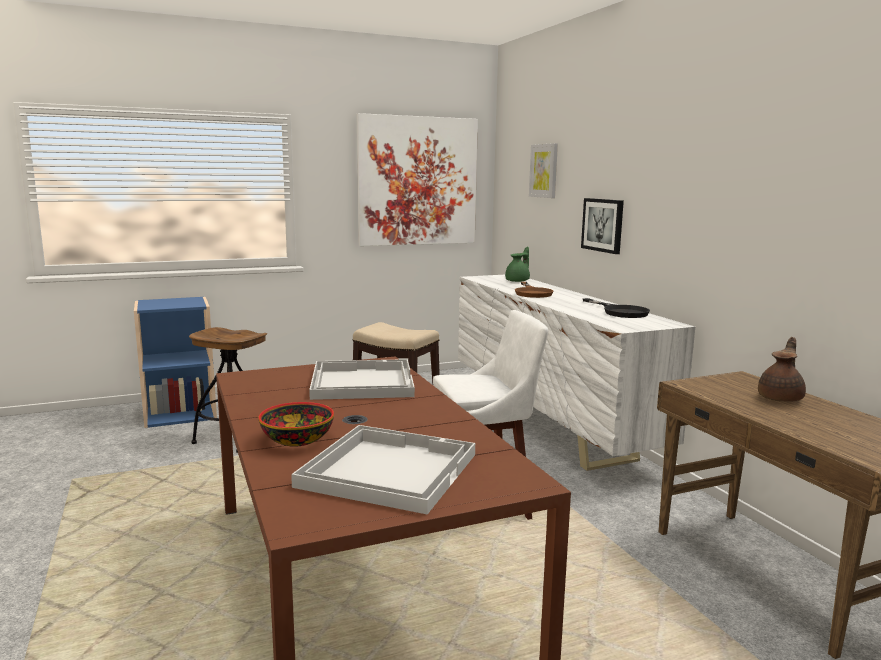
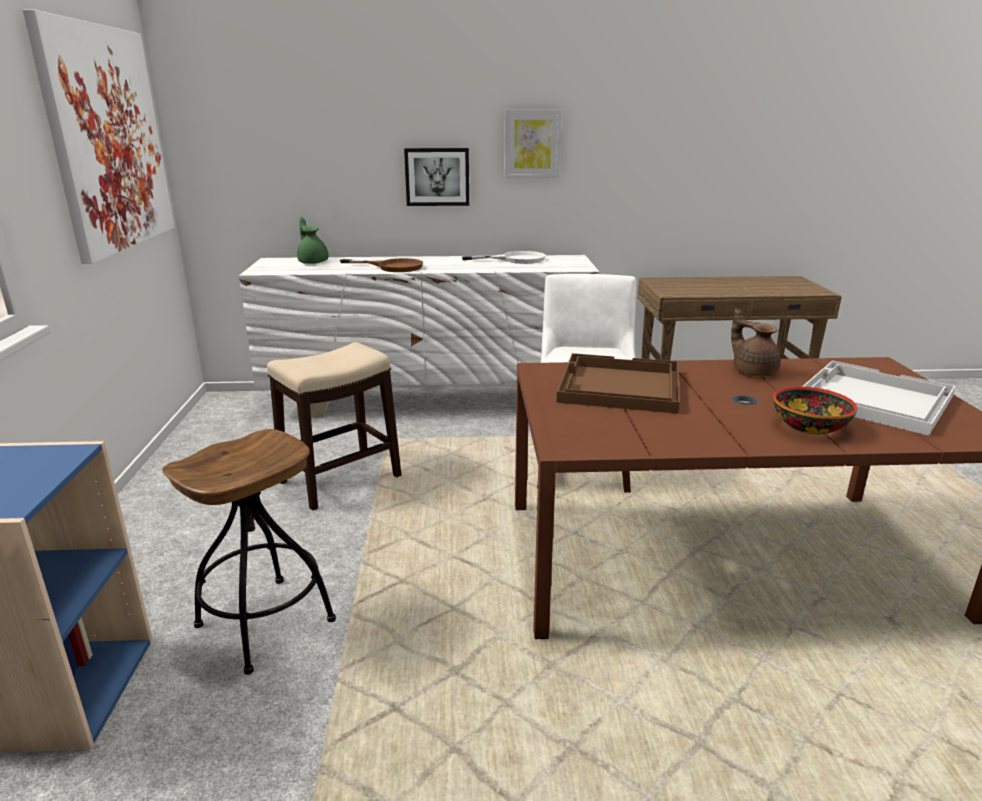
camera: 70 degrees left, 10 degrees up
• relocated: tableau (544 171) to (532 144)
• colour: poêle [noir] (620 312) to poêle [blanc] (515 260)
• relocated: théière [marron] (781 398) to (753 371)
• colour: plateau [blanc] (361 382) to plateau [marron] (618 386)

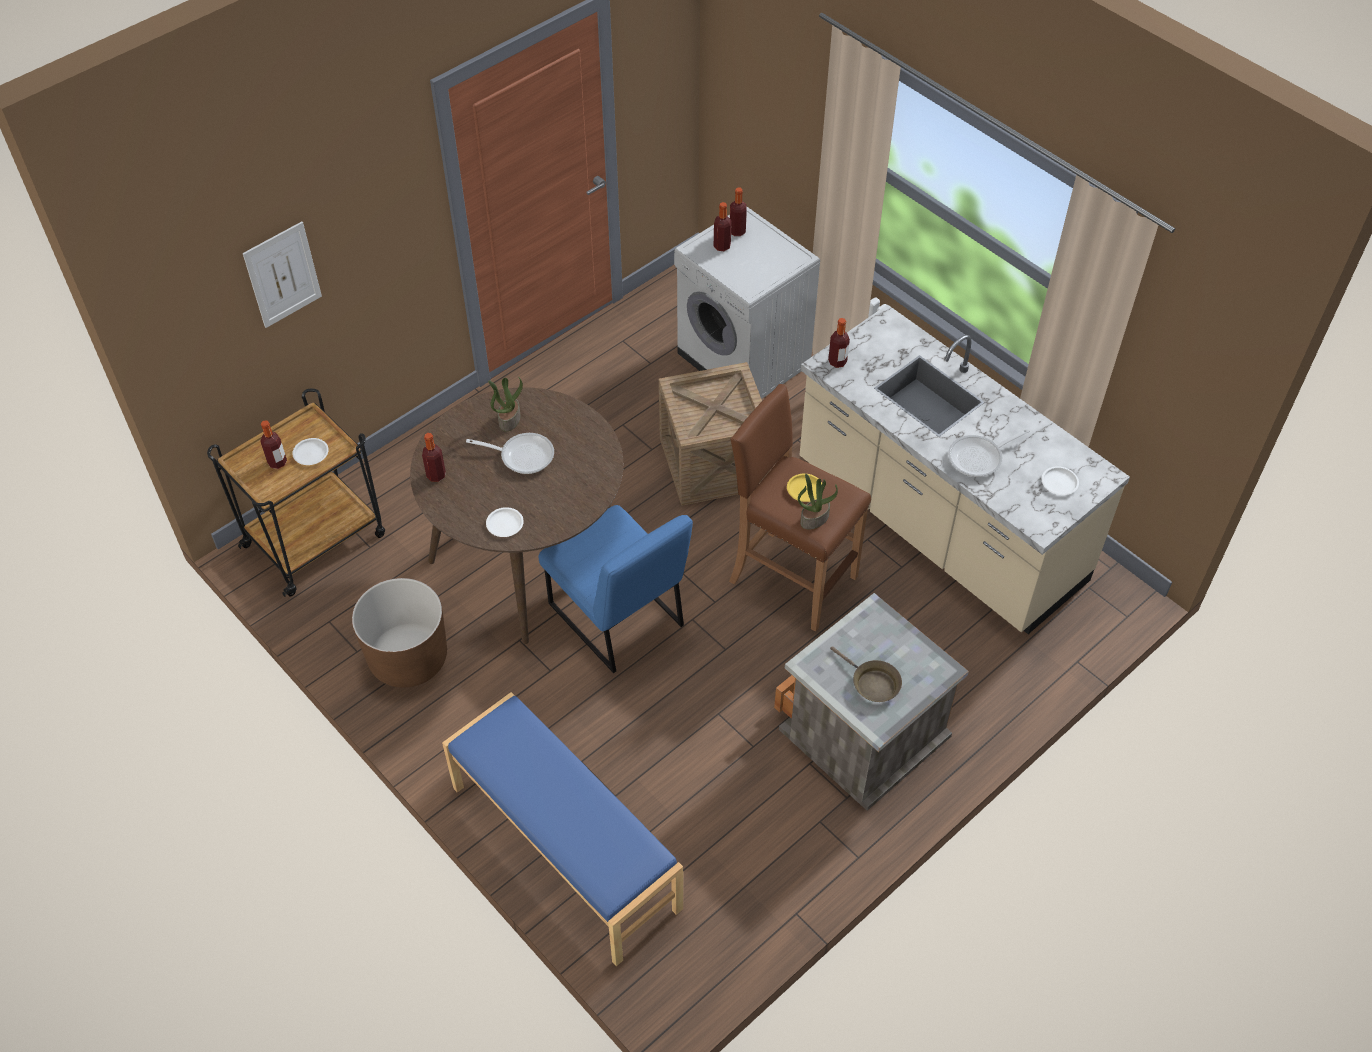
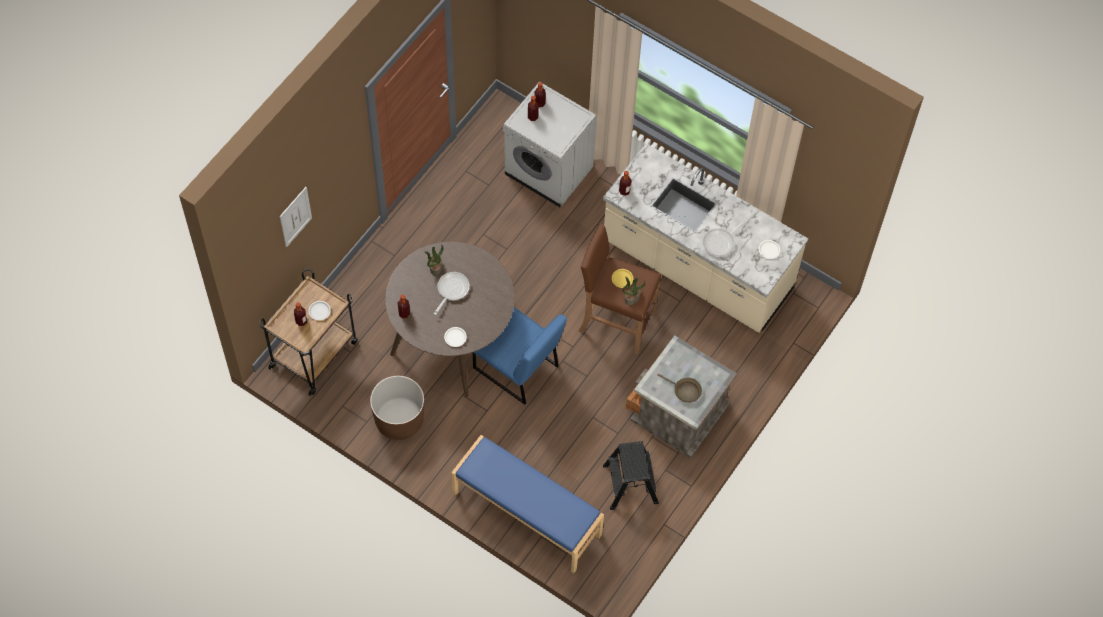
camera: 15 degrees left, 10 degrees up
• missing: caisse (713 463)
• spun: poêle (522 455) = (451 290) 60 degrees counterclockwise
• appeared: escabeau [noir] (630 484)

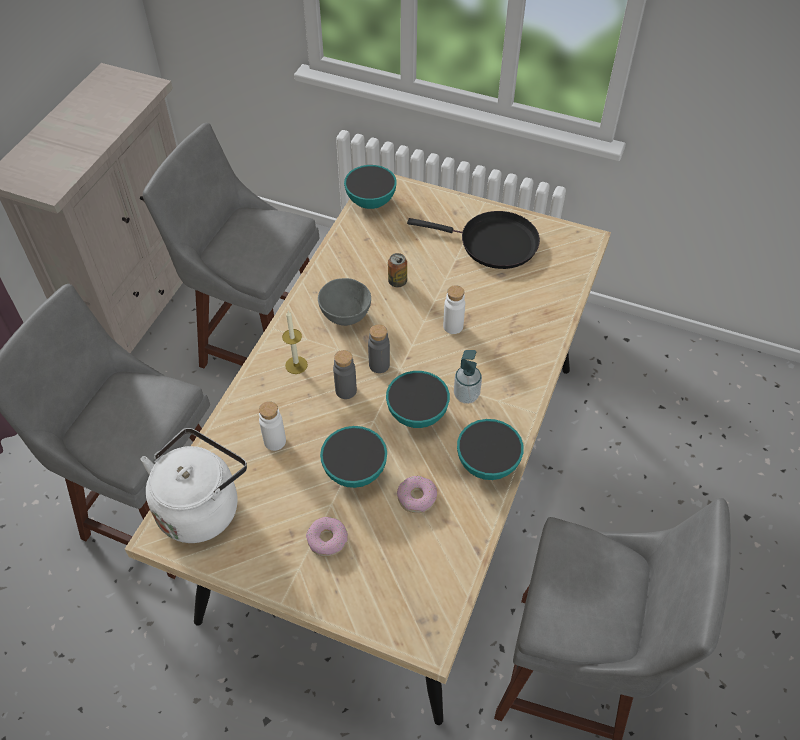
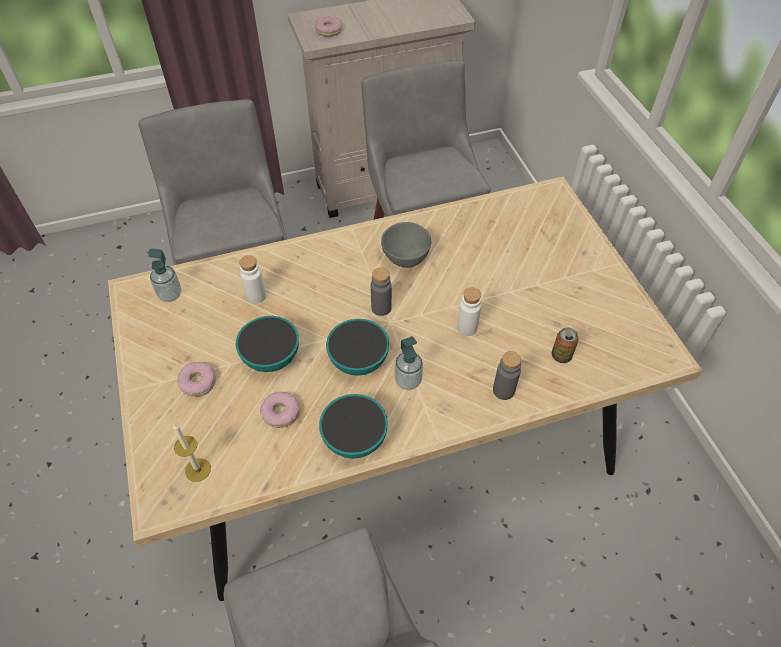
camera: 50 degrees right, 0 degrees up
• missing: bol (371 201)
• missing: poêle [noir] (493 243)
• relocated: boîte métallique (397 282) to (561 356)
• relocated: bougie (296 365) to (198 470)
• relocated: bouteille [gris] (346 390) to (503 390)
• exchanged: bouilloire [blanc] (201 506) to distributeur de savon (170 294)
• appeared: beignet (329 30)

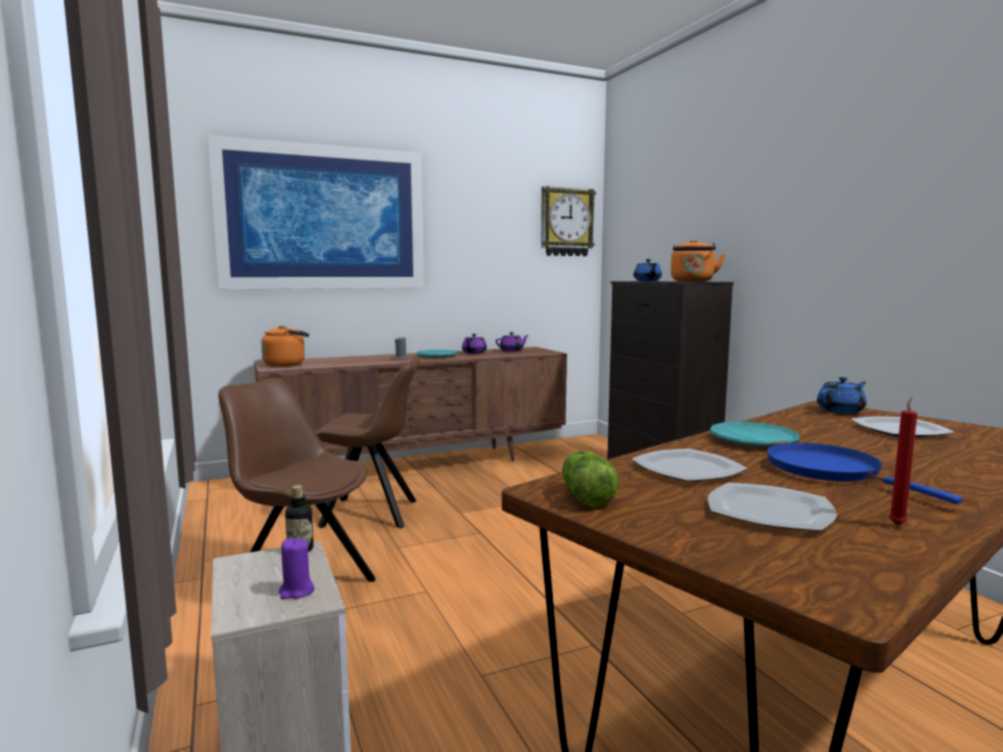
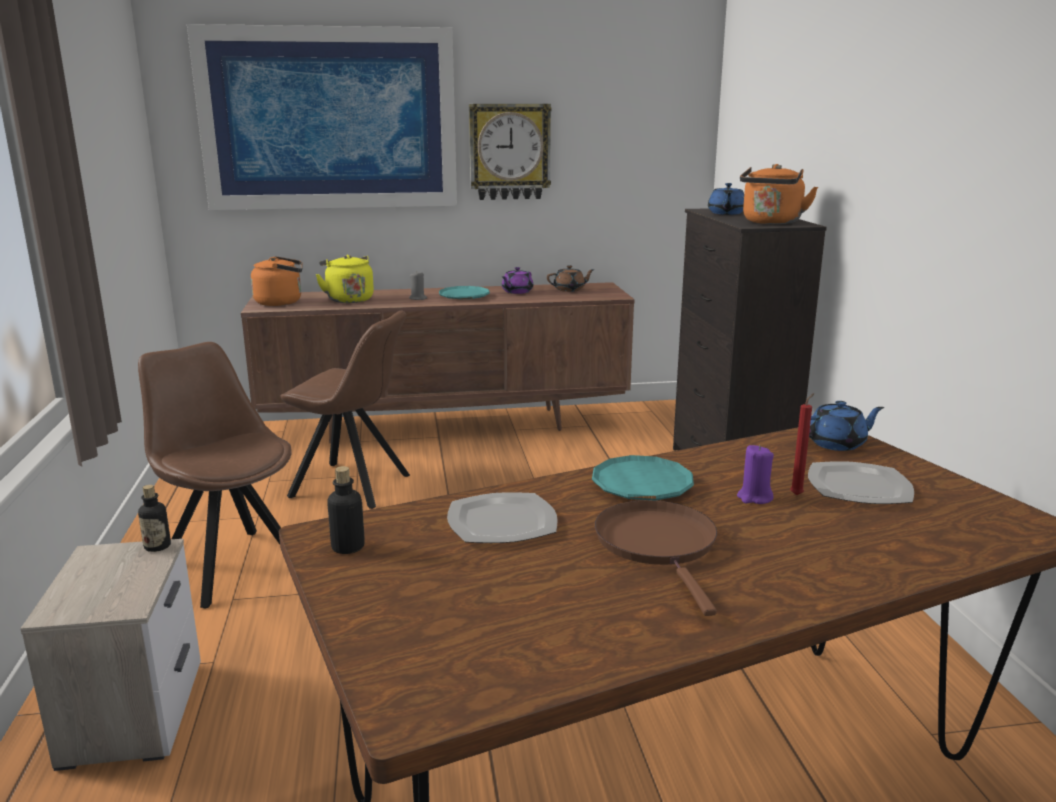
camera: 15 degrees right, 10 degrees up
• relocated: horloge murale (566 222) to (509 152)
• colour: théière [violet] (512 351) to théière [marron] (570 289)
• relocated: bougie [rouge] (897 524) to (797 494)
• colour: poêle [bleu] (829 471) to poêle [marron] (658 545)
• exchanged: laitue (585 496) to bouteille (348 547)
• missing: assiette (770 512)
• relocated: bougie [violet] (296 591) to (754 497)
• appeared: bouilloire [jaune] (348 299)

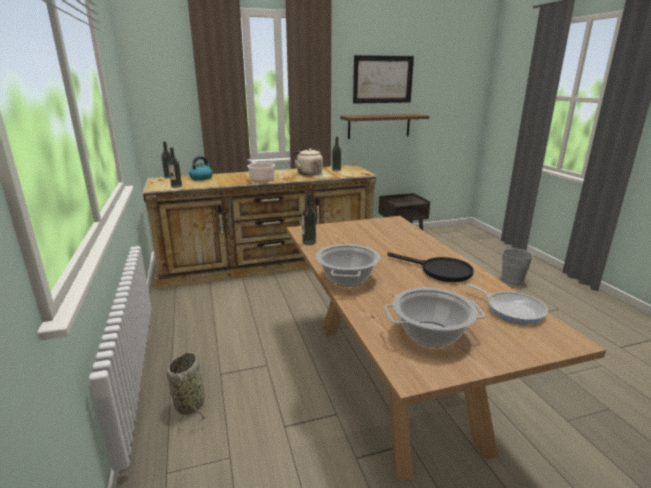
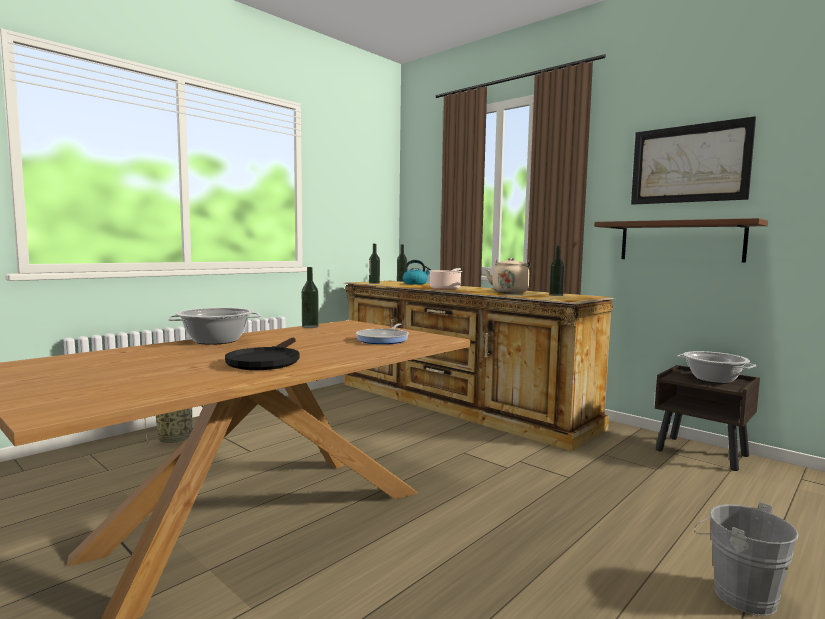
camera: 60 degrees right, 15 degrees down
• relocated: poêle (512 309) to (384 339)
• relocated: marmite (431 334) to (714 379)

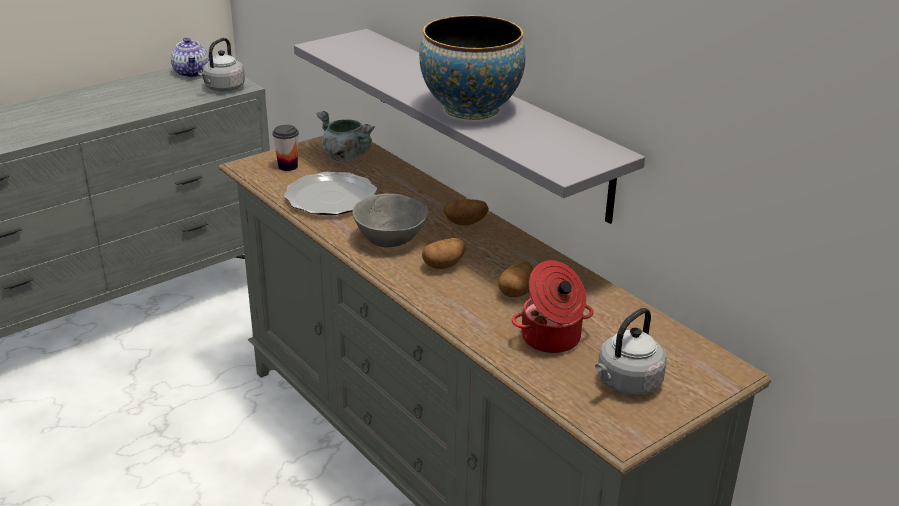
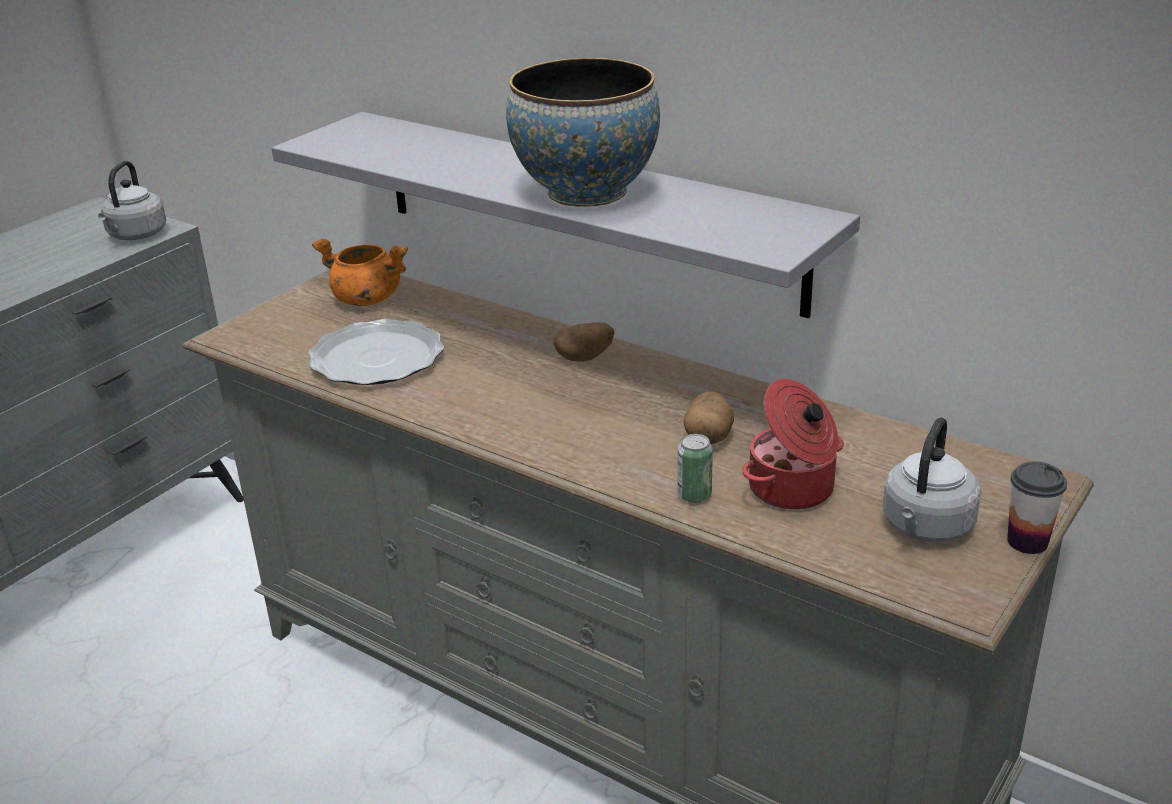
camera: 15 degrees left, 0 degrees up
• missing: théière (192 73)
• colour: marmite [gris] (345 156) to marmite [orange] (365 299)
• relocated: tasse (288 166) to (1027 542)
• missing: bol [gris] (390 239)
• missing: pomme de terre (444 265)
• appeared: boîte métallique (694 495)

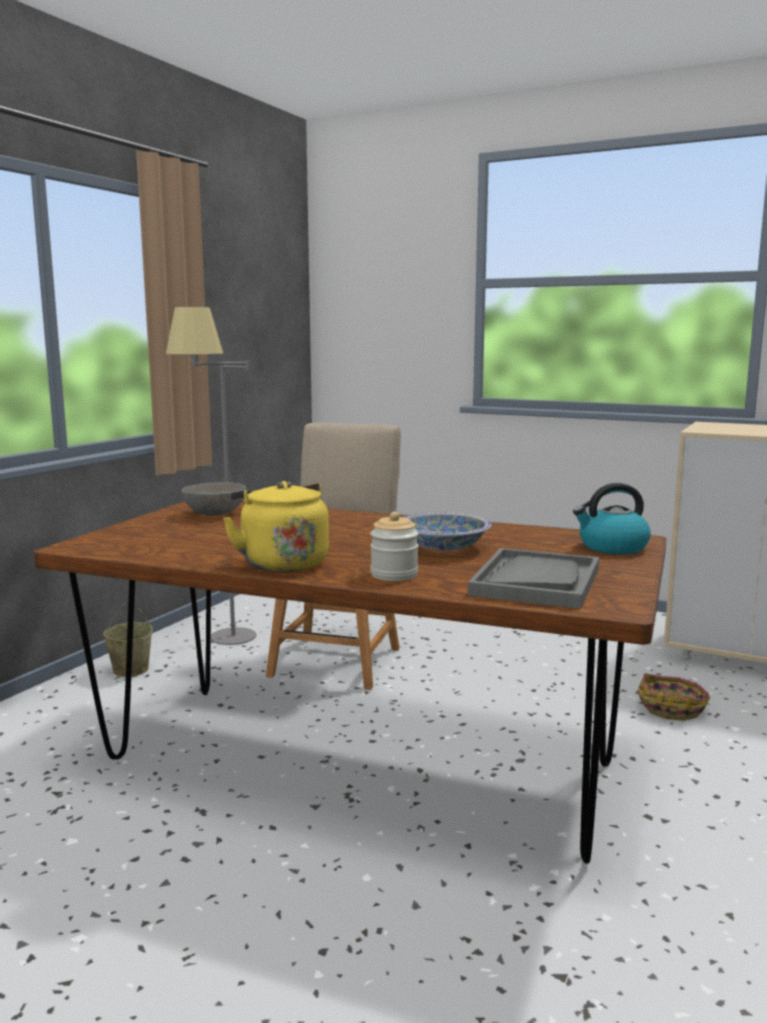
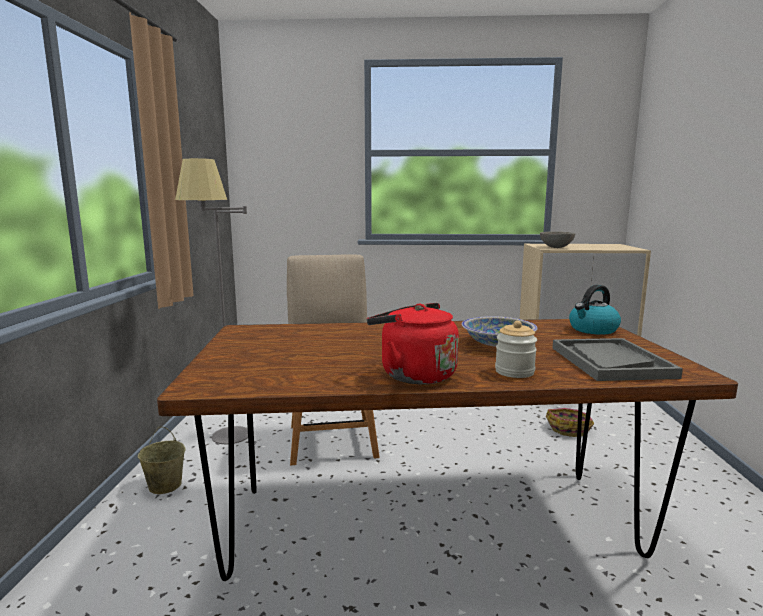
camera: 25 degrees left, 0 degrees up
• colour: bouilloire [jaune] (282 563) to bouilloire [rouge] (413 375)
• relocated: bol [gris] (215 514) to (556 247)

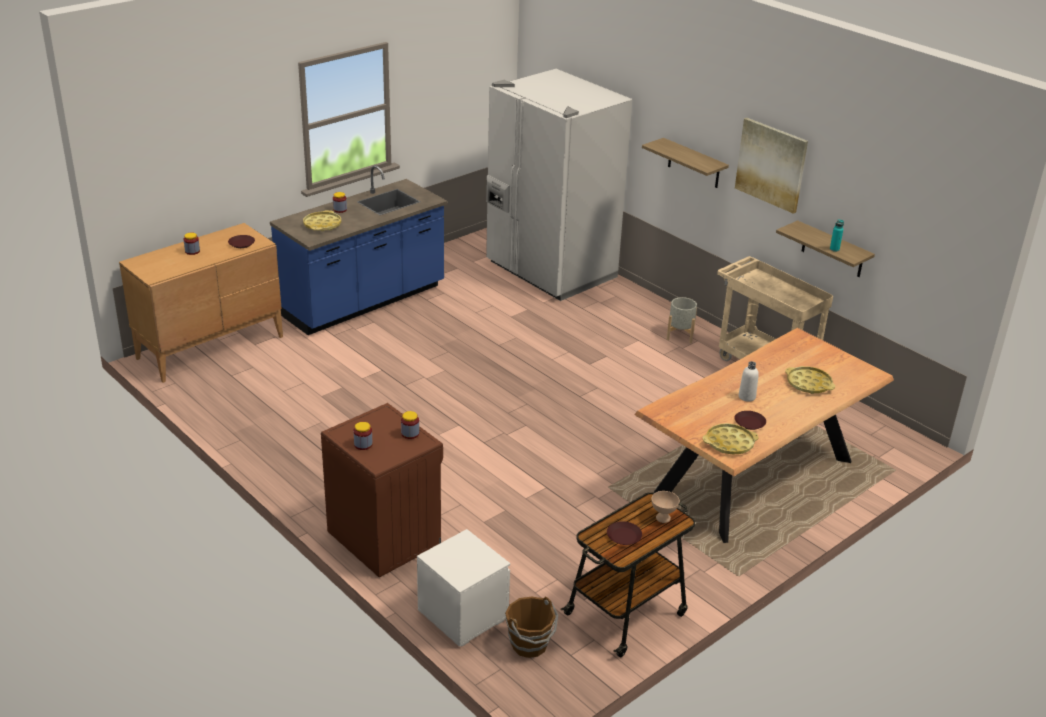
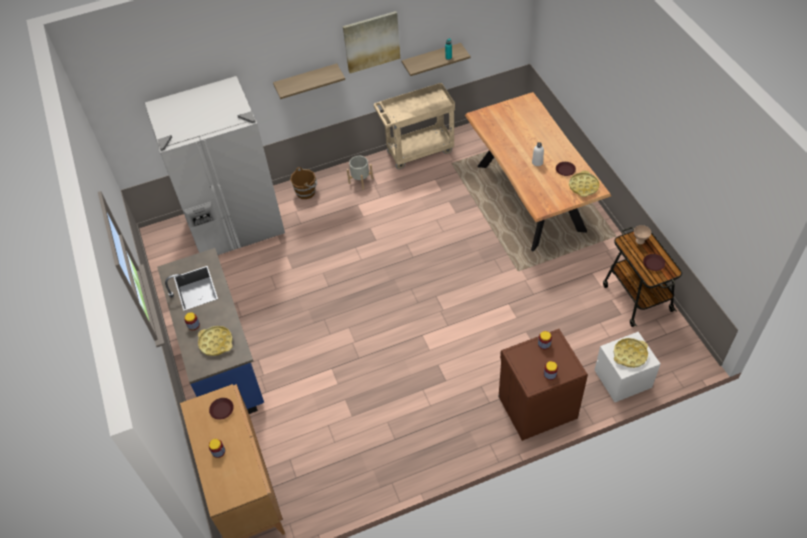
camera: 65 degrees left, 20 degrees up
• relocated: plateau [jaune] (808 384) to (630 354)
• relocated: seau [marron] (530 644) to (306 192)

